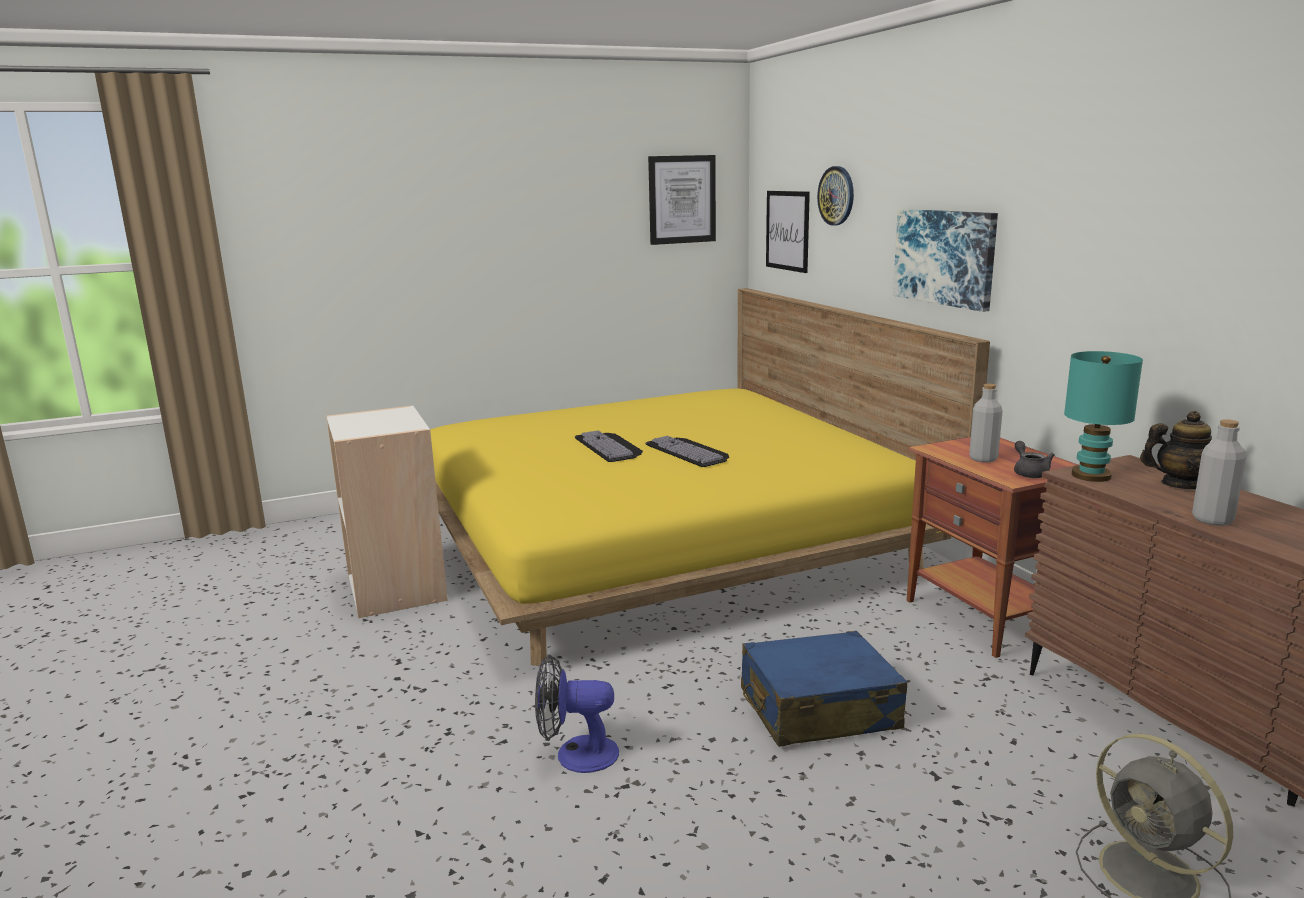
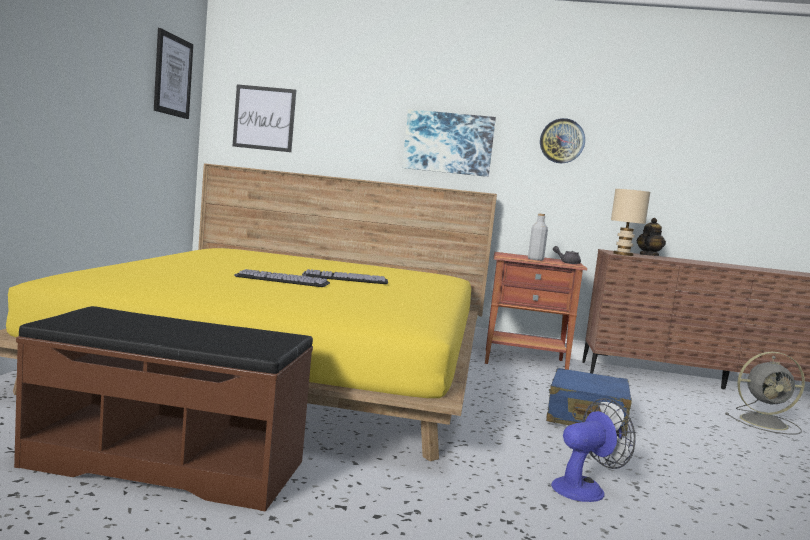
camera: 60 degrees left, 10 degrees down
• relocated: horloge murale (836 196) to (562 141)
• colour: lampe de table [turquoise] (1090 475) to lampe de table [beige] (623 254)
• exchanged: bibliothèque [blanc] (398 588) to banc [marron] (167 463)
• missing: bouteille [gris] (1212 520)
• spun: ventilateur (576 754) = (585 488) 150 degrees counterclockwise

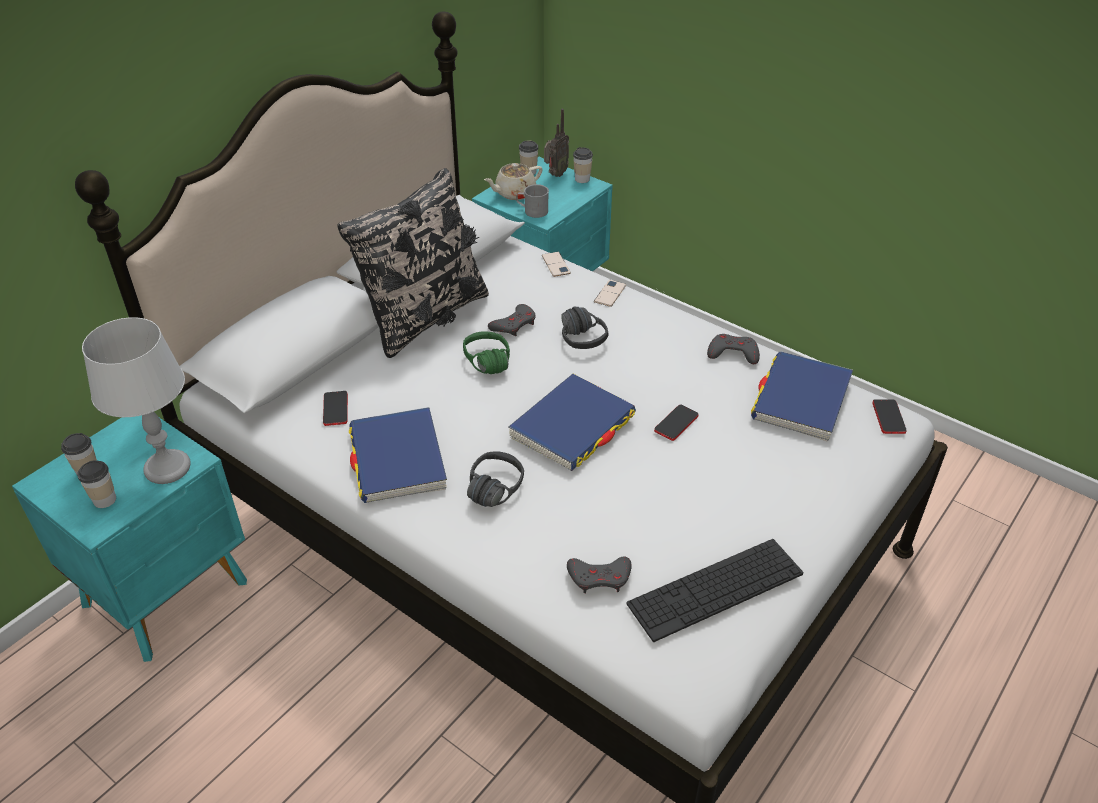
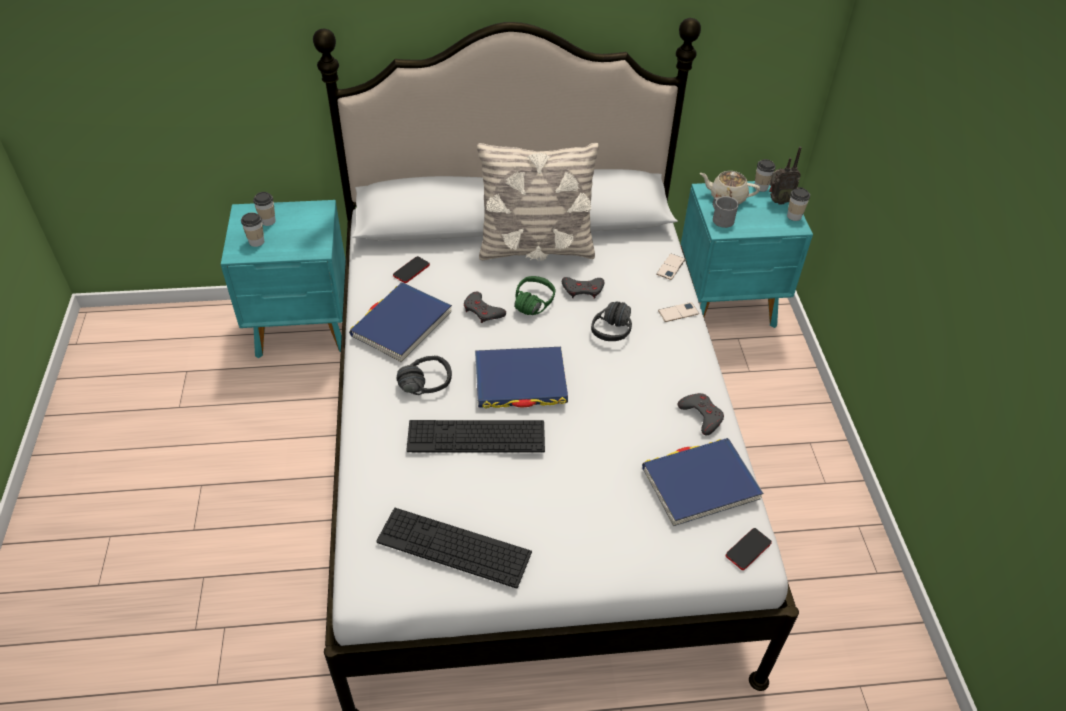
camera: 45 degrees right, 5 degrees up
• colour: coussin [noir] (426 319) to coussin [beige] (536 249)
• missing: lampe de table [gris] (167 467)
• missing: téléphone (676 423)
• relocated: manette [gris] (599 577) to (483 311)
• appeared: clavier (476 436)

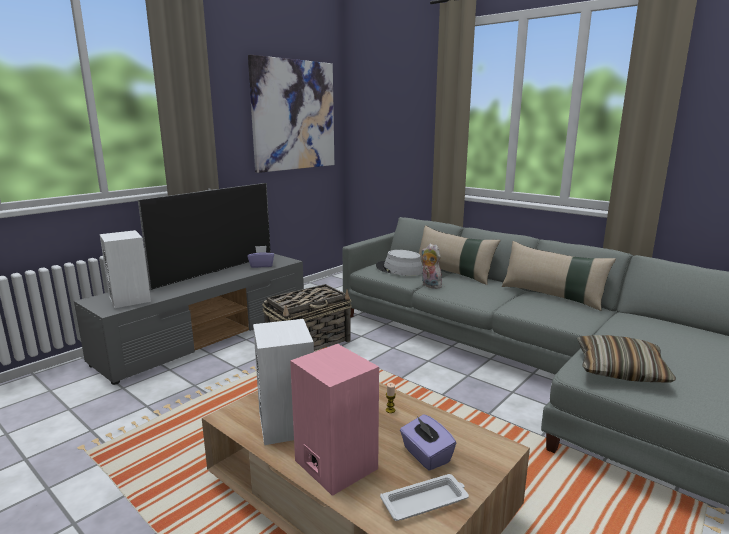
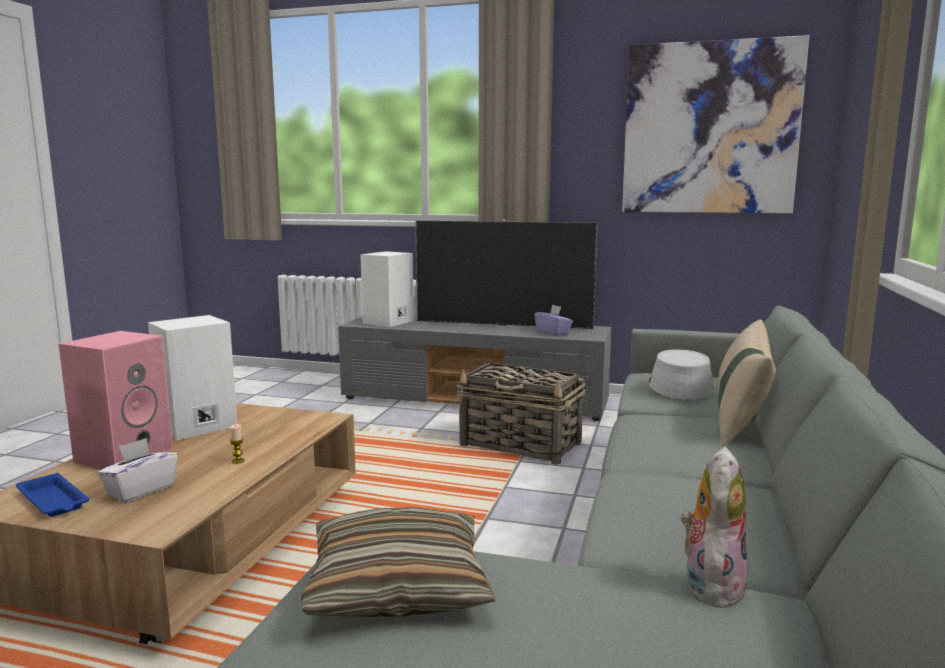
camera: 65 degrees right, 5 degrees down
• missing: coussin [beige] (552 296)
• relocated: peluche (429 285) to (710 585)
• colour: boîte à mouchoirs [violet] (426 455) to boîte à mouchoirs [blanc] (140 490)
• colour: plateau [blanc] (426 501) to plateau [bleu] (53 501)

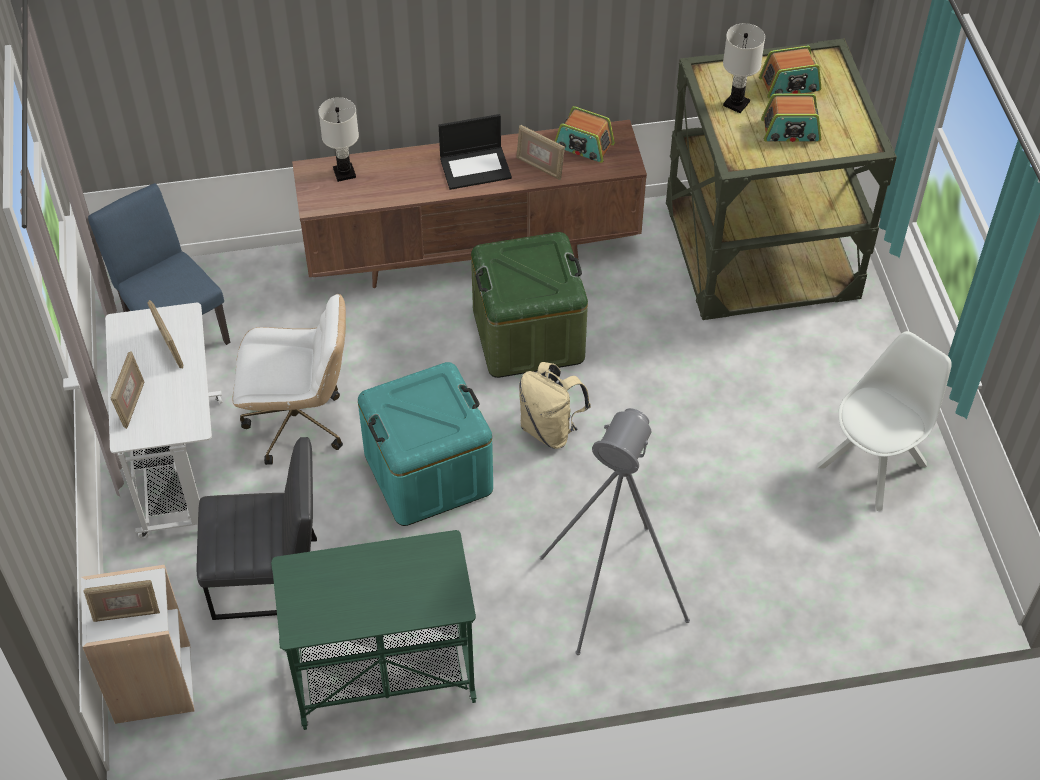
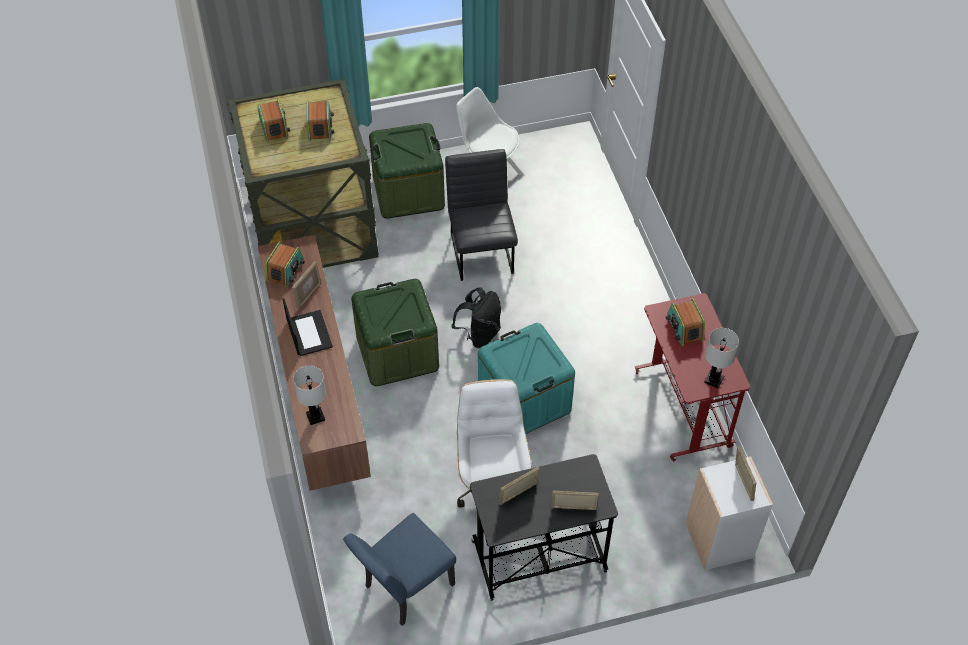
camera: 95 degrees left, 0 degrees up
• relocated: lampe de table [blanc] (736 103) to (713 380)
• colour: bureau [blanc] (181 467) to bureau [noir] (539 556)
• colour: sac à dos [beige] (550 429) to sac à dos [noir] (479 335)
• missing: lampadaire [gris] (613 590)
• relocated: chaise [gris] (269 579) to (482 251)
• colour: bureau [vert] (383 673) to bureau [rouge] (682 409)
• appeared: boîte de rangement [vert] (408 192)
• appeared: radio (684 328)

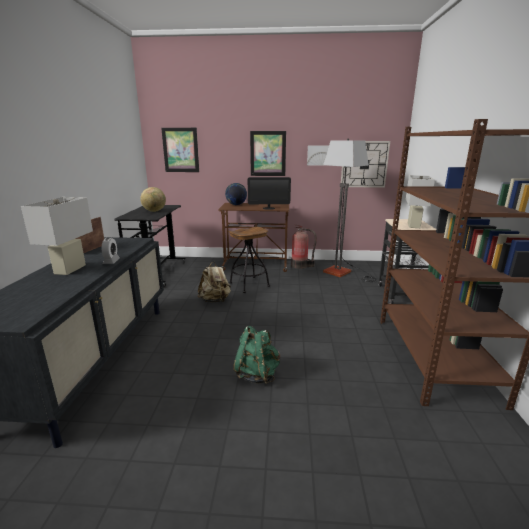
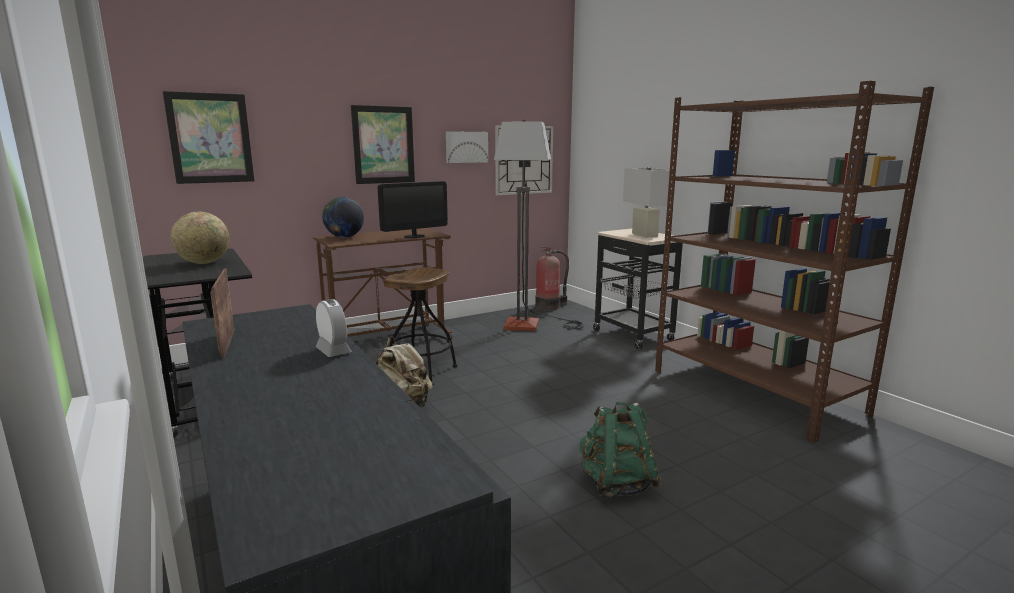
camera: 35 degrees left, 5 degrees down
• missing: lampe de table [blanc] (70 269)
• relocated: extincteur (301 265) to (549 307)

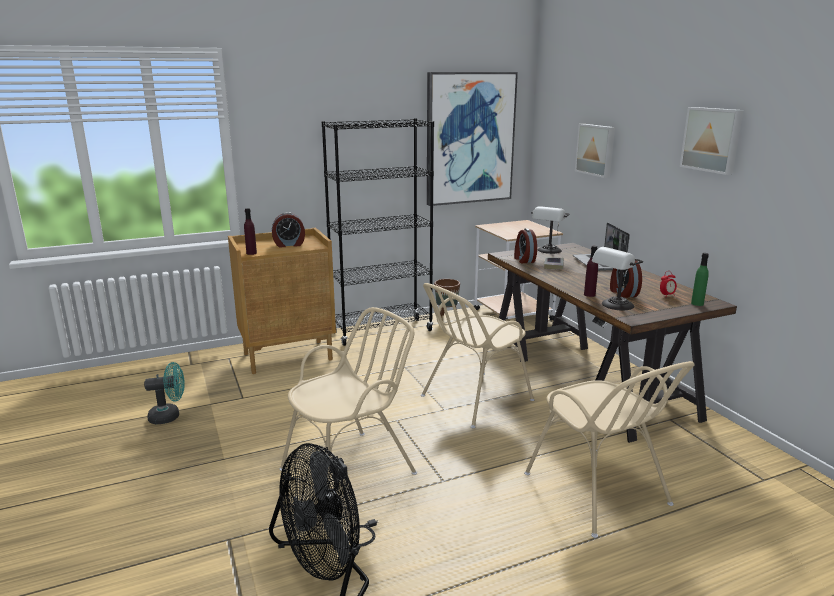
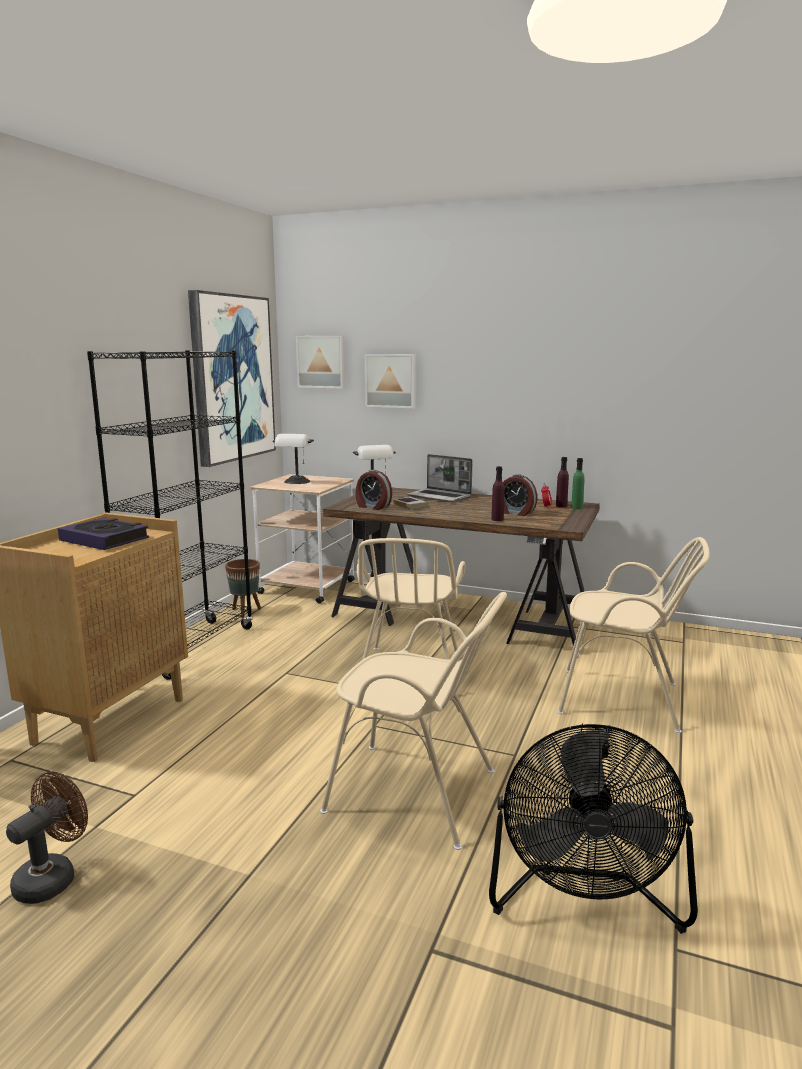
camera: 45 degrees left, 5 degrees down
• relocated: tableau (712 139) to (322 362)
• relocated: bouteille [violet] (251 253) to (561 506)
• exchanged: réveil (289 245) to livre (105 539)
• relocated: lampe de table (614 306) to (296 482)
• spun: chaise [beige] (352 468) = (418 792) 105 degrees clockwise
• colour: ventilateur [turquoise] (169 416) to ventilateur [marron] (52 877)

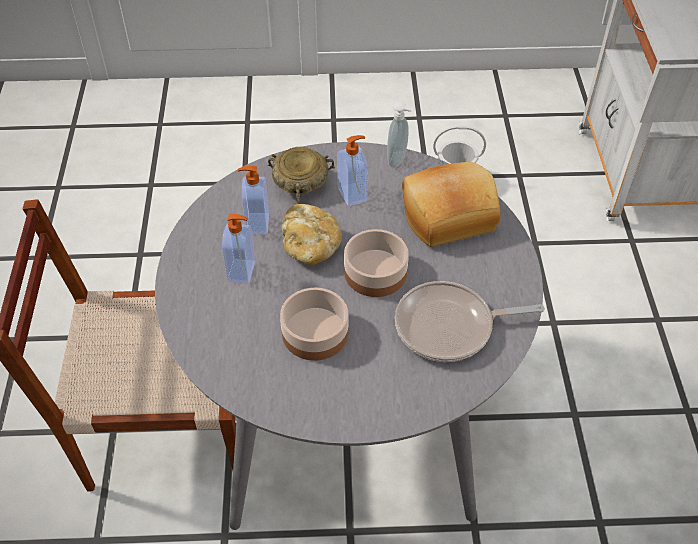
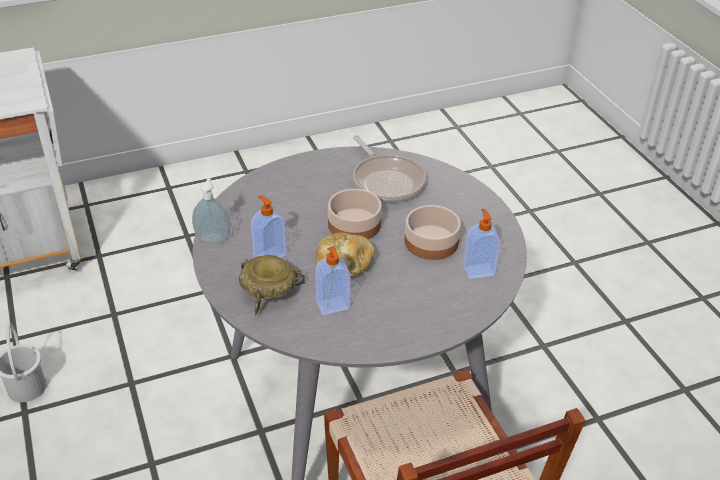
camera: 110 degrees left, 10 degrees down
• missing: pain (447 214)
• relocated: distributeur de savon (242 271) to (478 270)

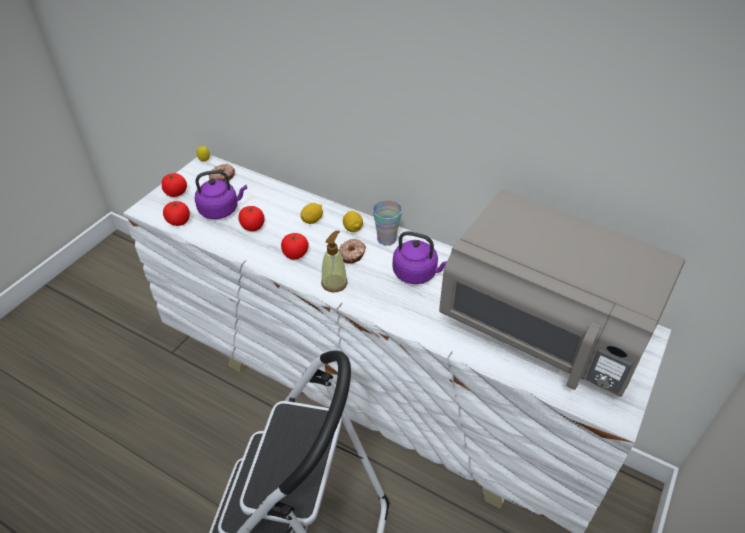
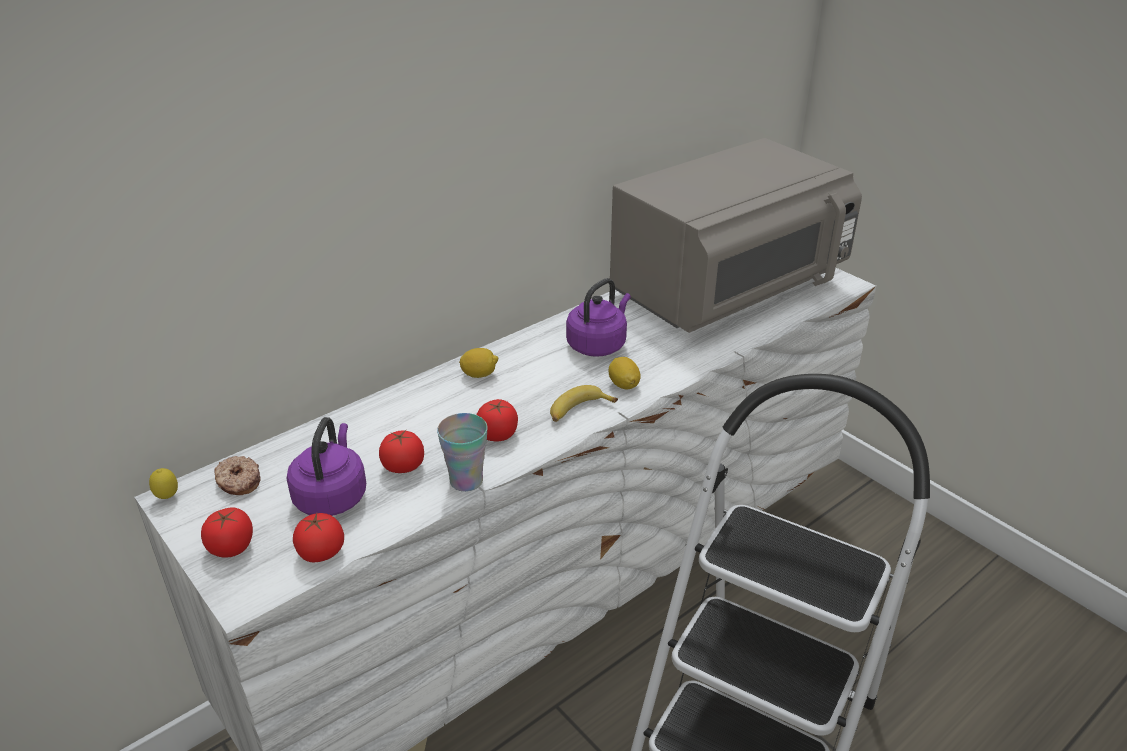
camera: 70 degrees left, 10 degrees down
• relocated: tasse (386 239) to (466 481)
• relocated: citron (312 220) to (623 385)
• exchanged: distributeur de savon (334 283) to banane (578 411)
• missing: beignet (352 254)

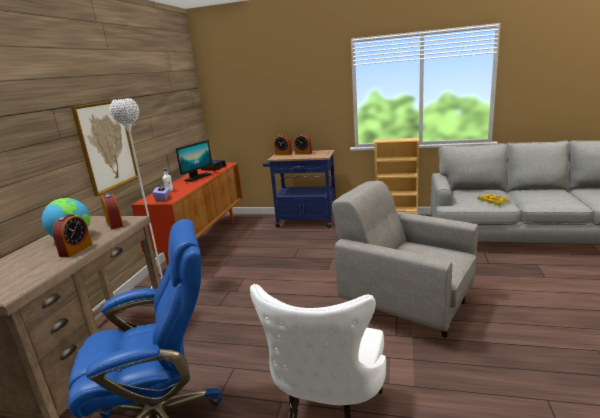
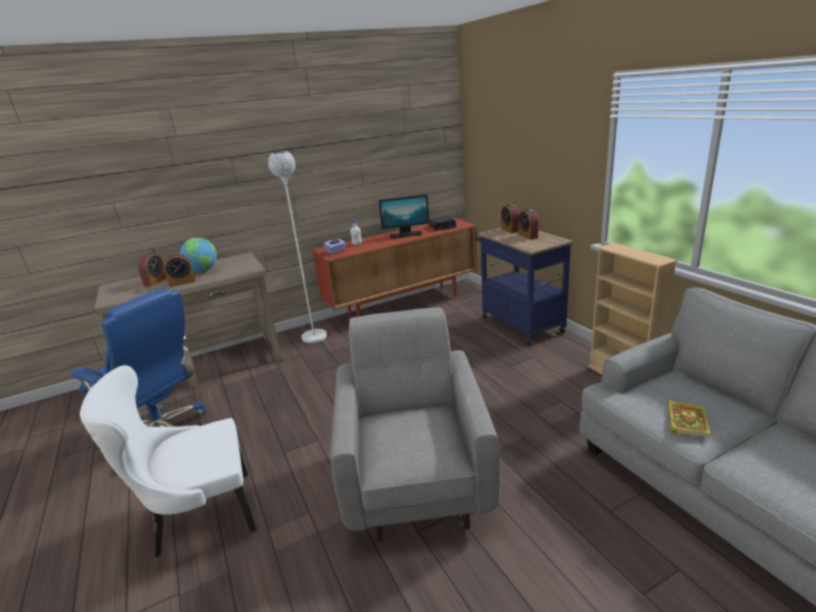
camera: 50 degrees right, 5 degrees up
• missing: tableau (107 145)
• relocated: réveil (114 224) to (156 281)

